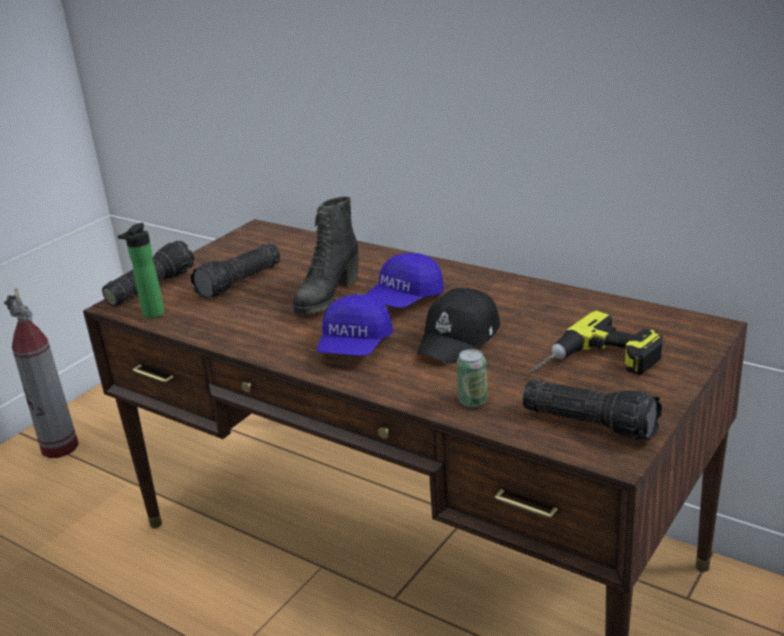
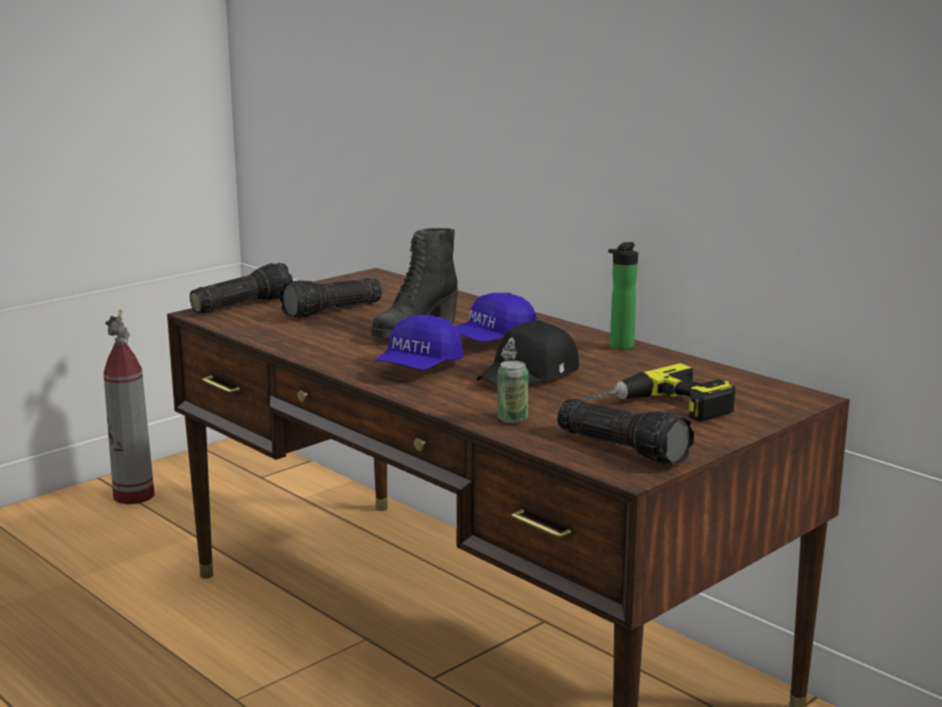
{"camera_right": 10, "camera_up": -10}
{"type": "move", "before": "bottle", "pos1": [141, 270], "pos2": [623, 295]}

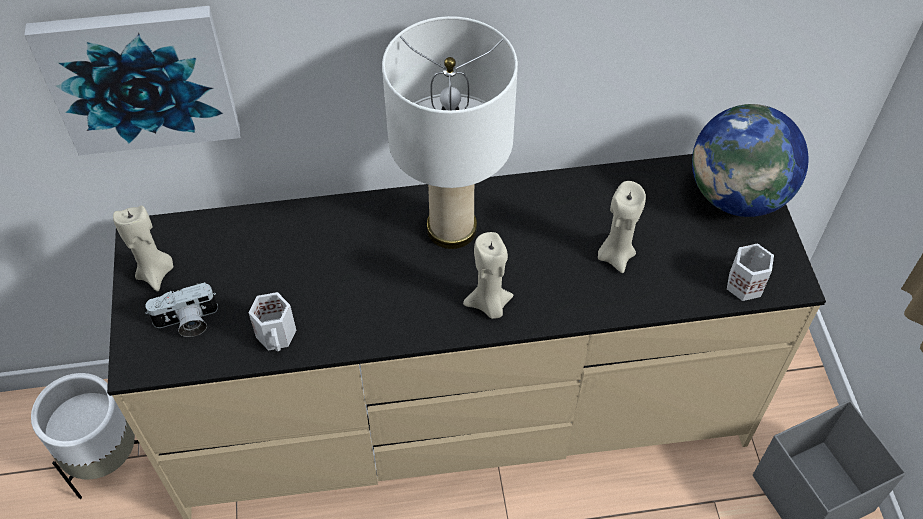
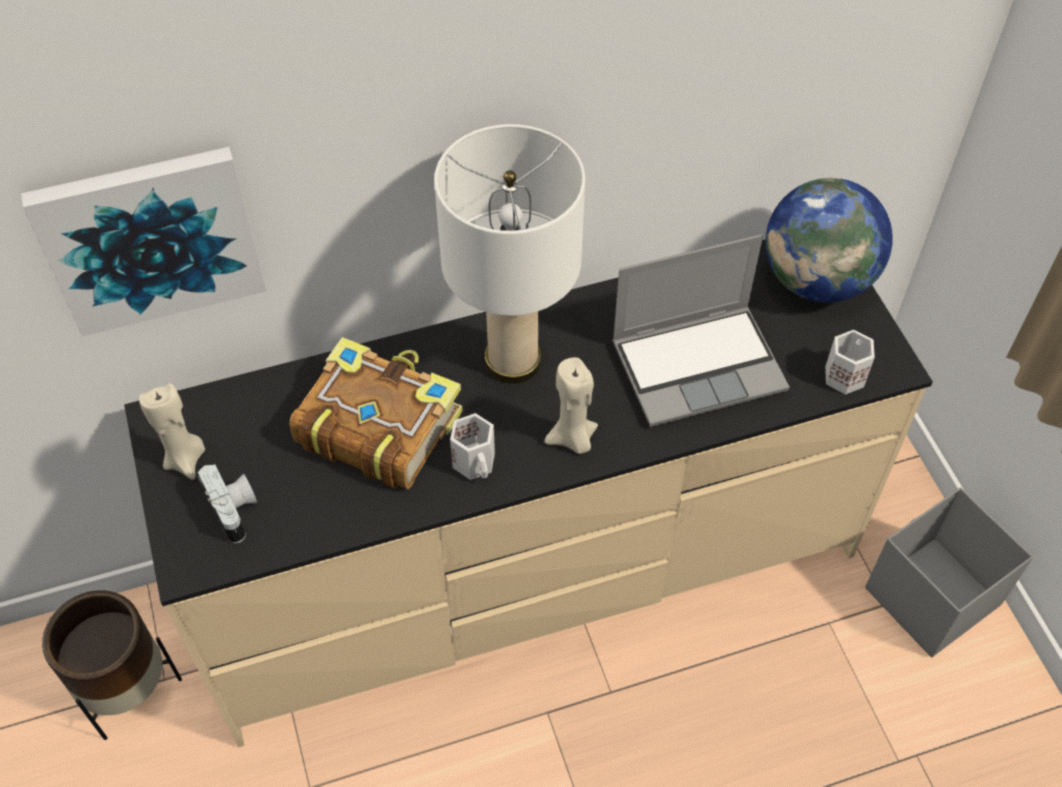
{"camera_right": -10, "camera_up": 0}
{"type": "recolor", "before": "planter in white", "after": "planter in brown", "pos1": [85, 436], "pos2": [112, 665]}
{"type": "rotate", "before": "photo camera", "pos1": [181, 309], "pos2": [227, 503], "turn": -90}
{"type": "move", "before": "mug in white", "pos1": [272, 322], "pos2": [472, 446]}
{"type": "replace", "before": "candle in beige", "after": "laptop", "pos1": [622, 227], "pos2": [701, 330]}
{"type": "insert", "after": "book", "pos2": [376, 413]}

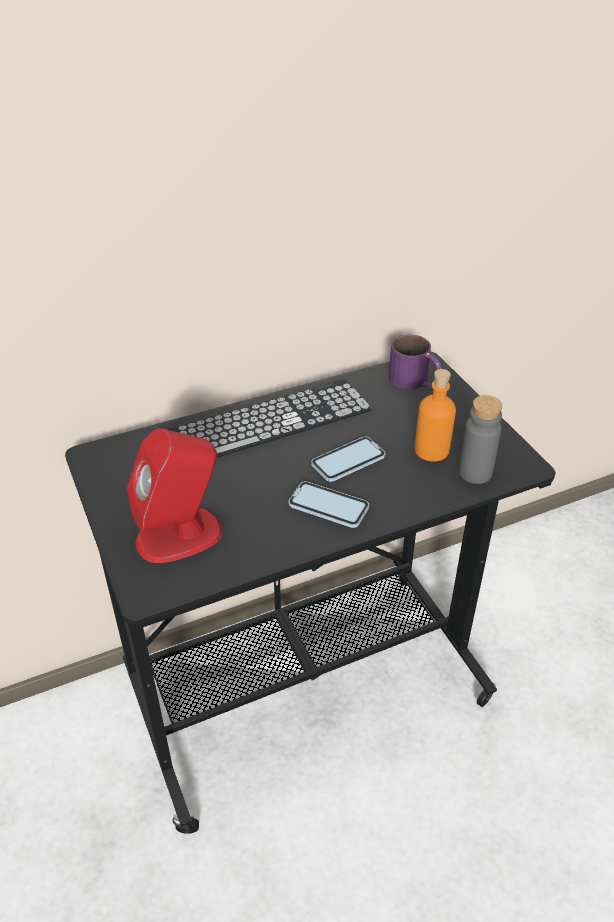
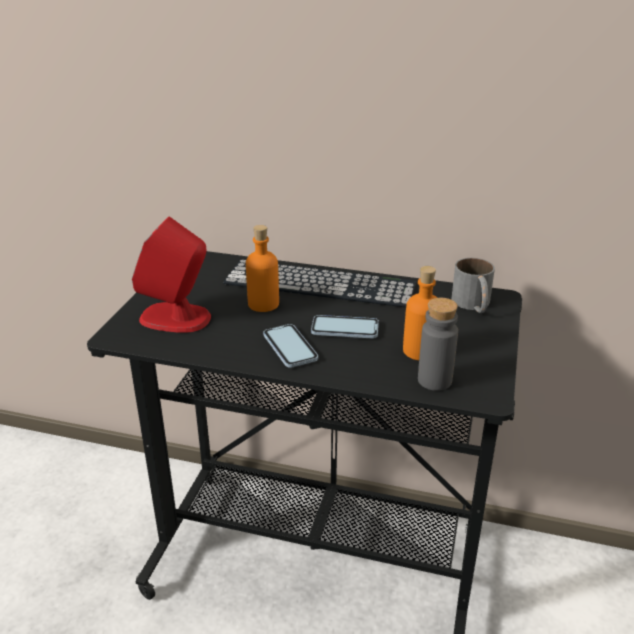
{"camera_right": 40, "camera_up": -10}
{"type": "recolor", "before": "mug in purple", "after": "mug in grey", "pos1": [415, 362], "pos2": [473, 285]}
{"type": "insert", "after": "bottle in orange", "pos2": [262, 268]}

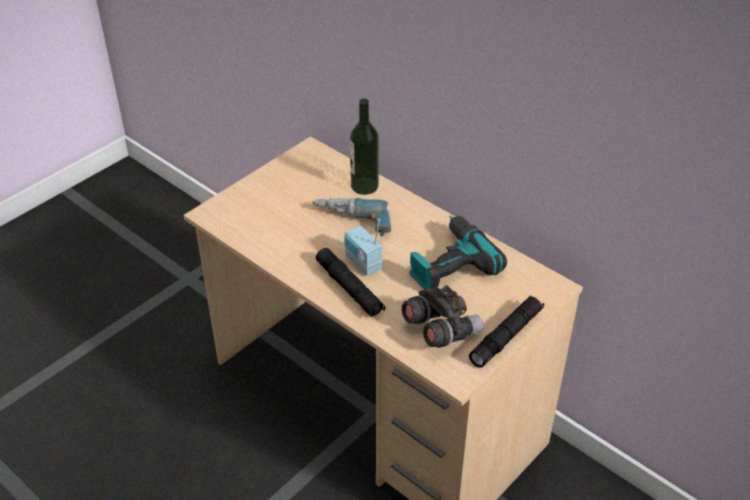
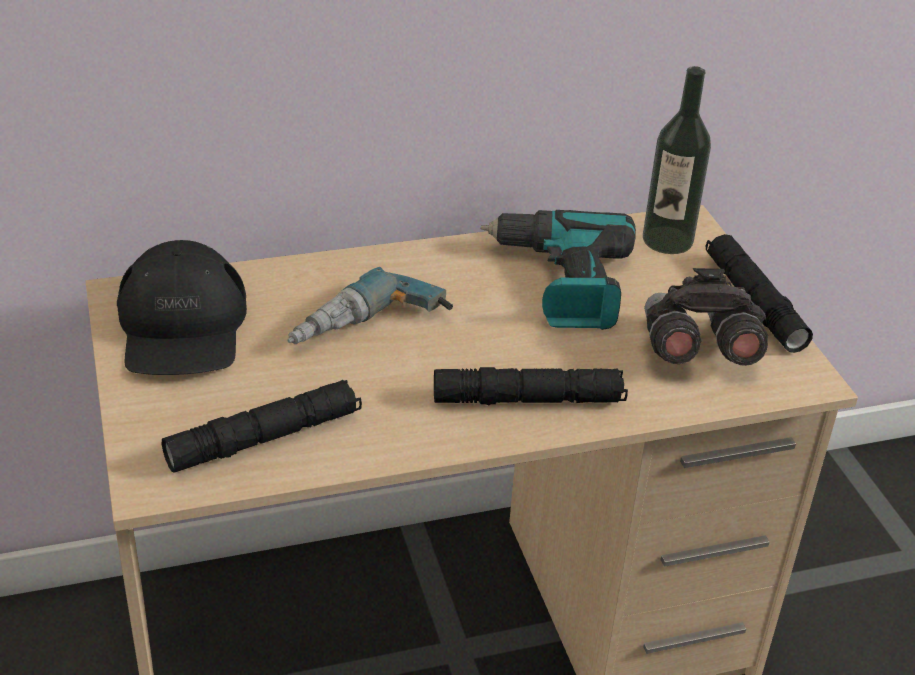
{"camera_right": -60, "camera_up": -5}
{"type": "delete", "before": "radio", "pos1": [363, 247]}
{"type": "move", "before": "bottle", "pos1": [364, 146], "pos2": [677, 160]}
{"type": "insert", "after": "cap in black", "pos2": [182, 307]}
{"type": "insert", "after": "flashlight in black", "pos2": [262, 426]}

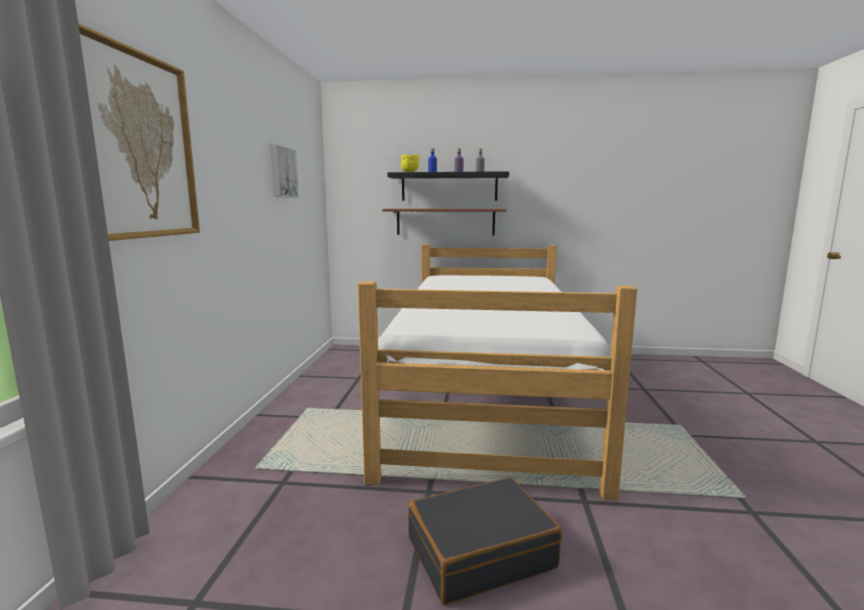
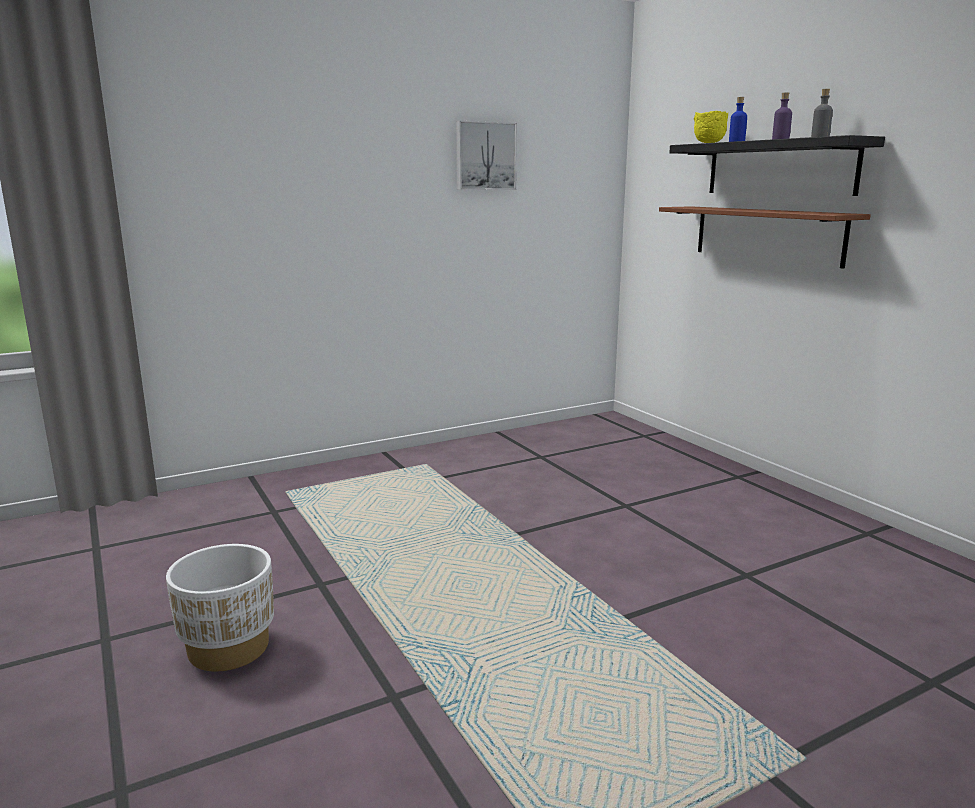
{"camera_right": 55, "camera_up": 5}
{"type": "delete", "before": "picture", "pos1": [139, 132]}
{"type": "delete", "before": "bed", "pos1": [497, 372]}
{"type": "replace", "before": "suitcase in black", "after": "planter in white", "pos1": [485, 541], "pos2": [220, 608]}

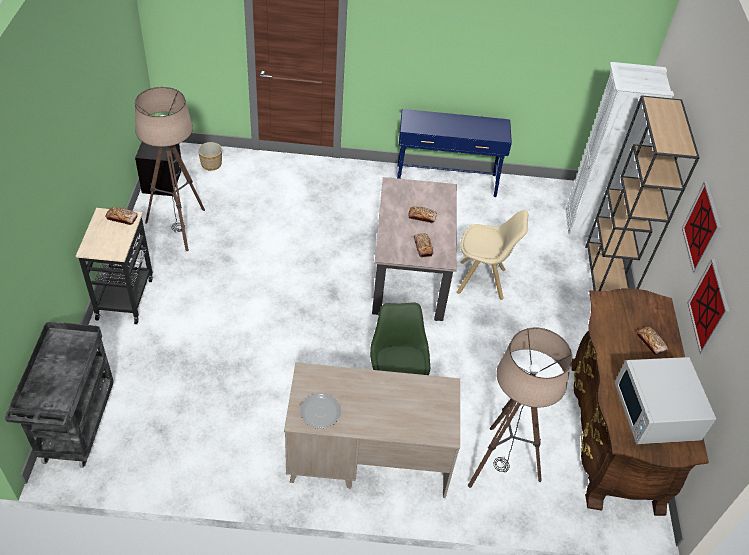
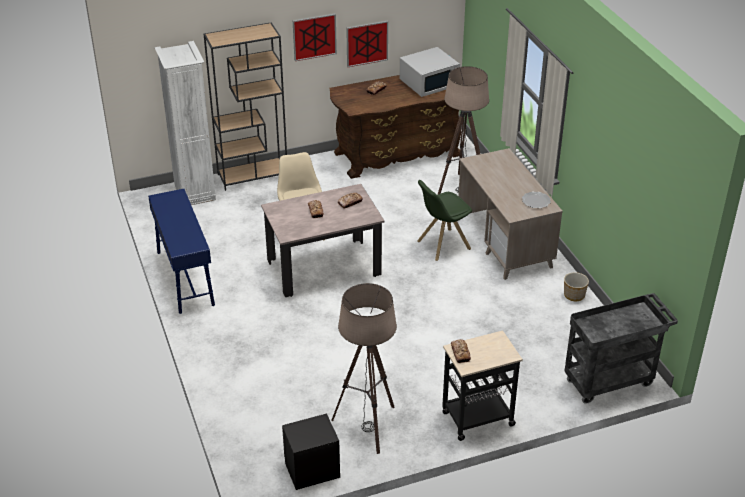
{"camera_right": -110, "camera_up": -10}
{"type": "move", "before": "planter", "pos1": [210, 156], "pos2": [576, 286]}

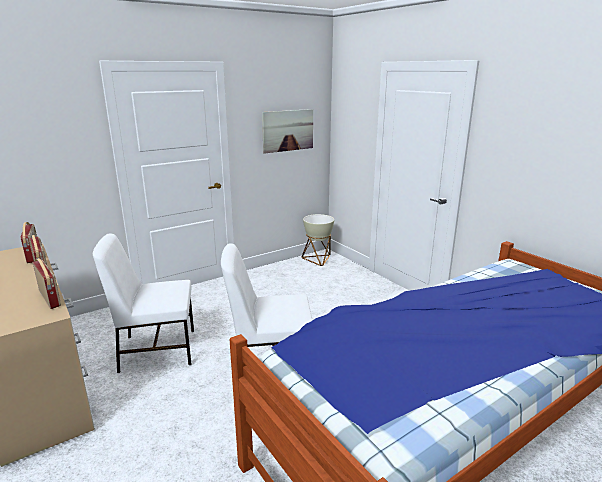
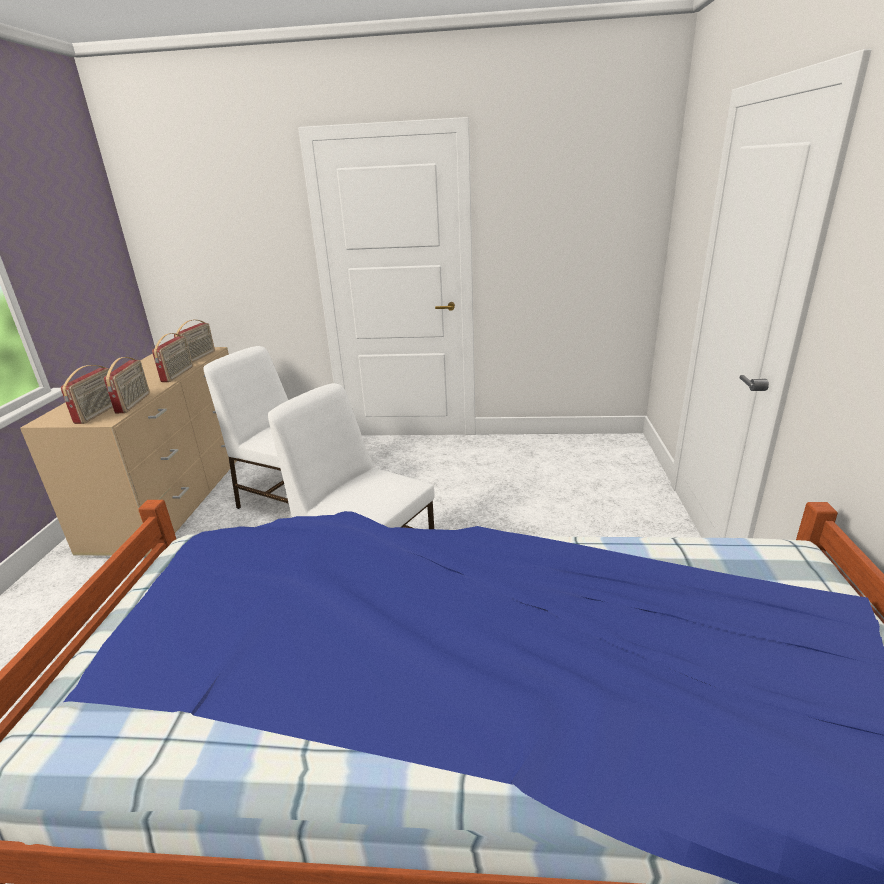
{"camera_right": 40, "camera_up": 5}
{"type": "delete", "before": "picture", "pos1": [287, 131]}
{"type": "delete", "before": "planter", "pos1": [318, 240]}
{"type": "insert", "after": "radio", "pos2": [87, 394]}

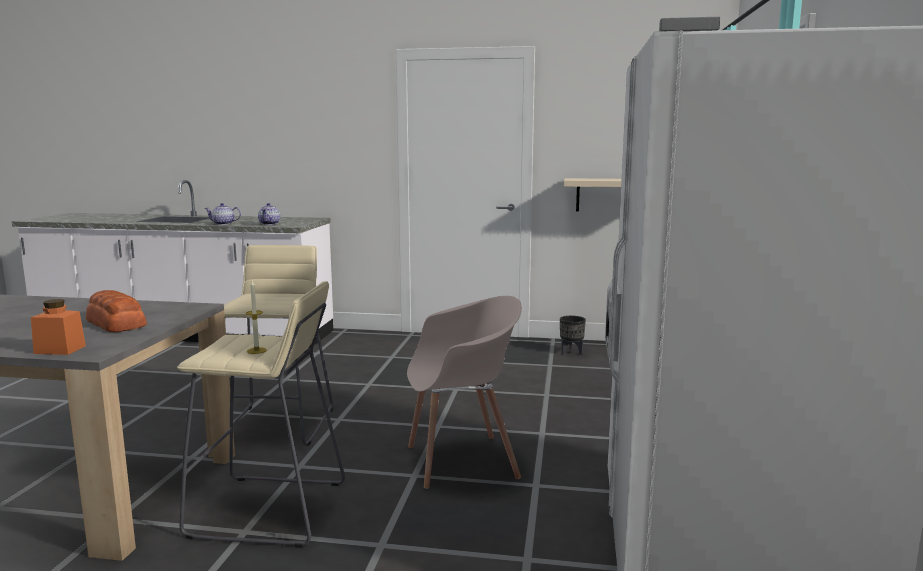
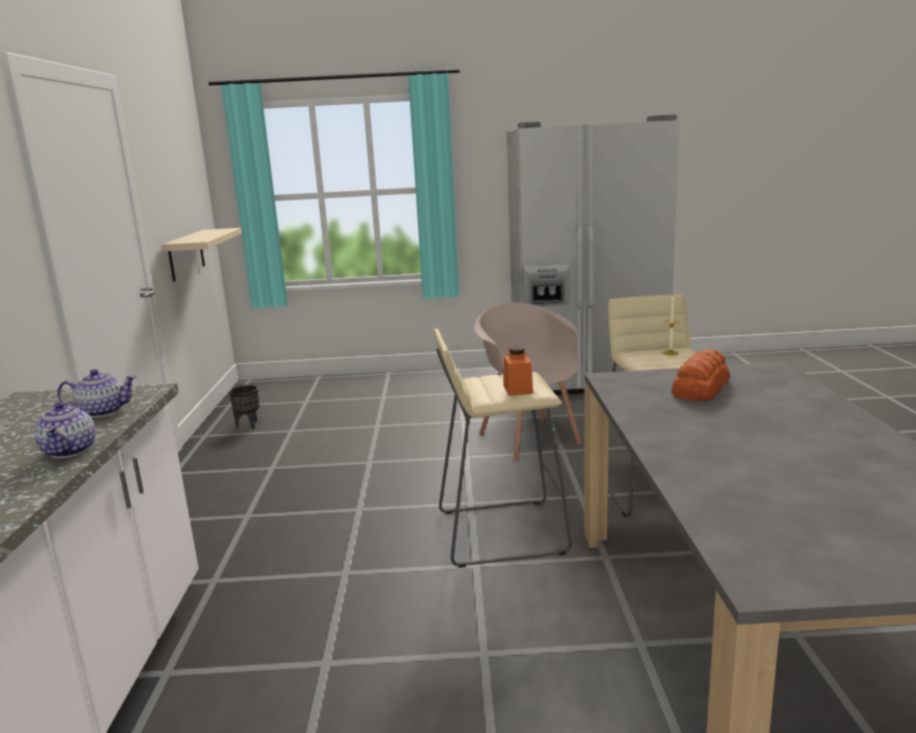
{"camera_right": -100, "camera_up": 5}
{"type": "move", "before": "jar in orange", "pos1": [58, 327], "pos2": [518, 371]}

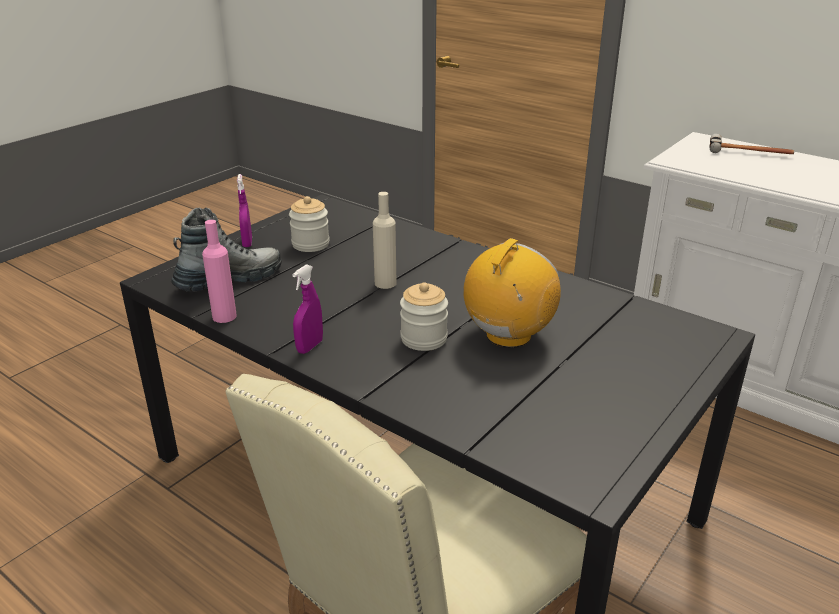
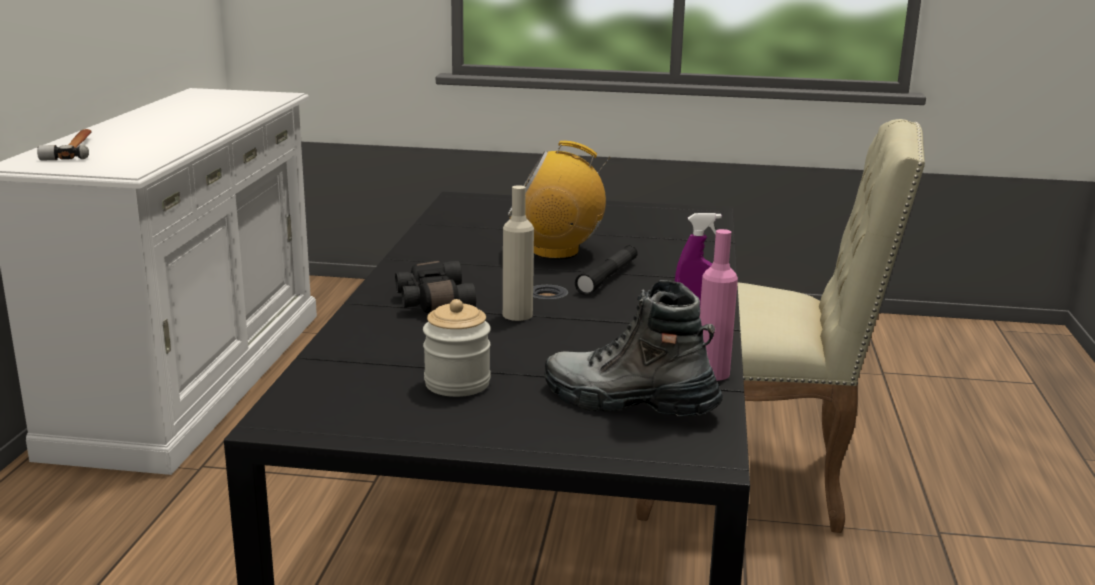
{"camera_right": -120, "camera_up": -10}
{"type": "delete", "before": "spray bottle in purple", "pos1": [244, 210]}
{"type": "replace", "before": "jar", "after": "flashlight in black", "pos1": [424, 316], "pos2": [606, 270]}
{"type": "insert", "after": "binoculars in black", "pos2": [435, 286]}

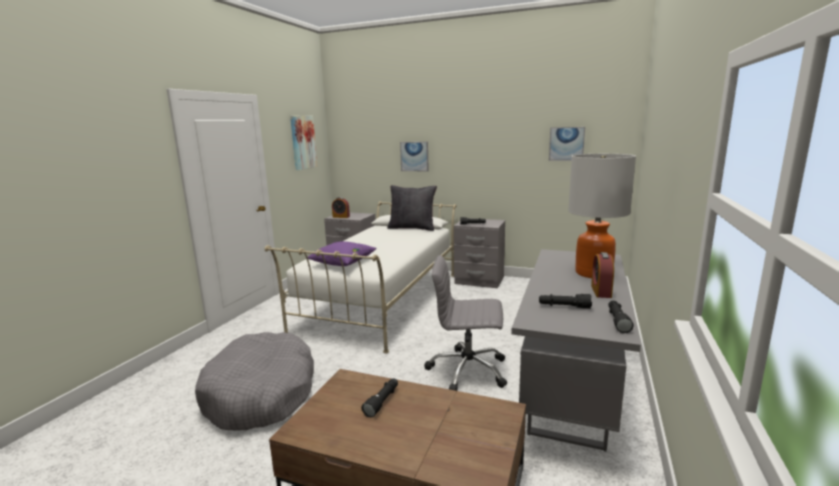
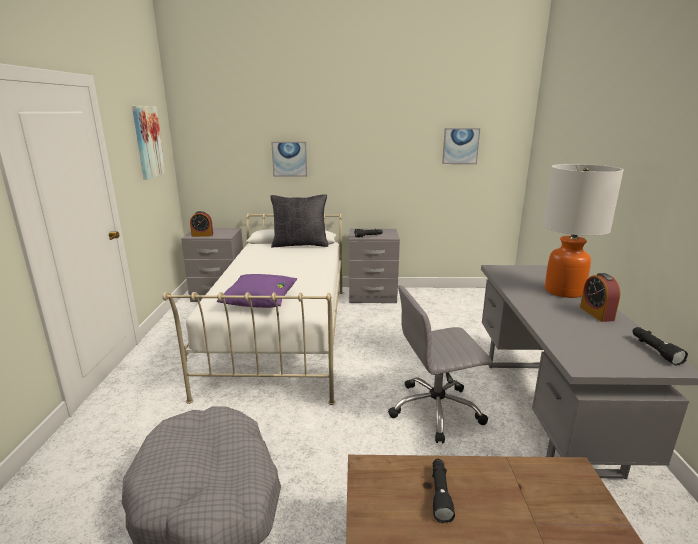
{"camera_right": -20, "camera_up": 5}
{"type": "delete", "before": "flashlight in black", "pos1": [565, 301]}

